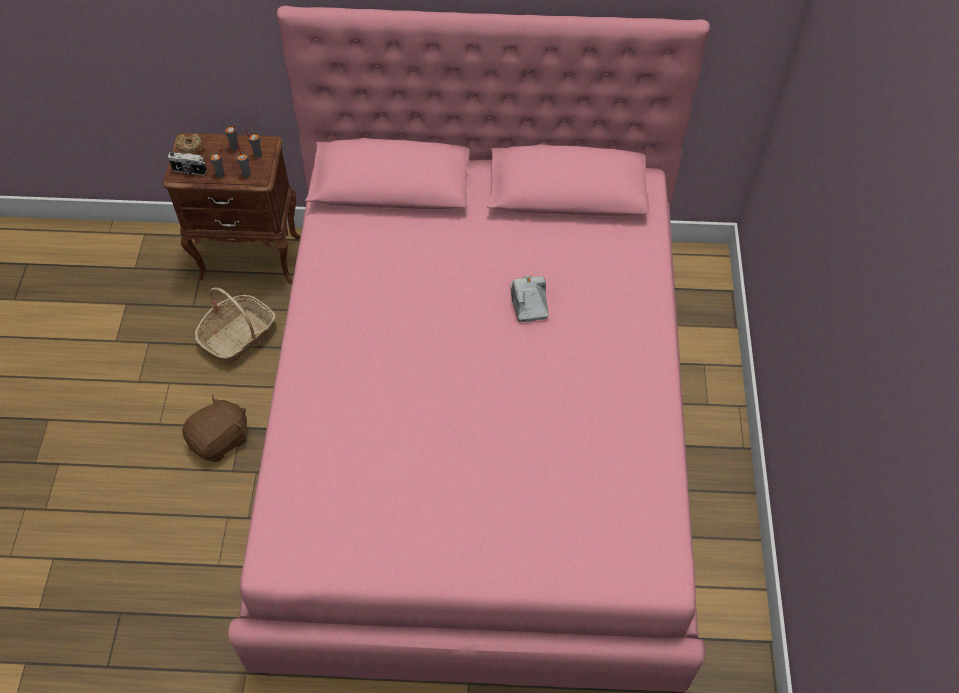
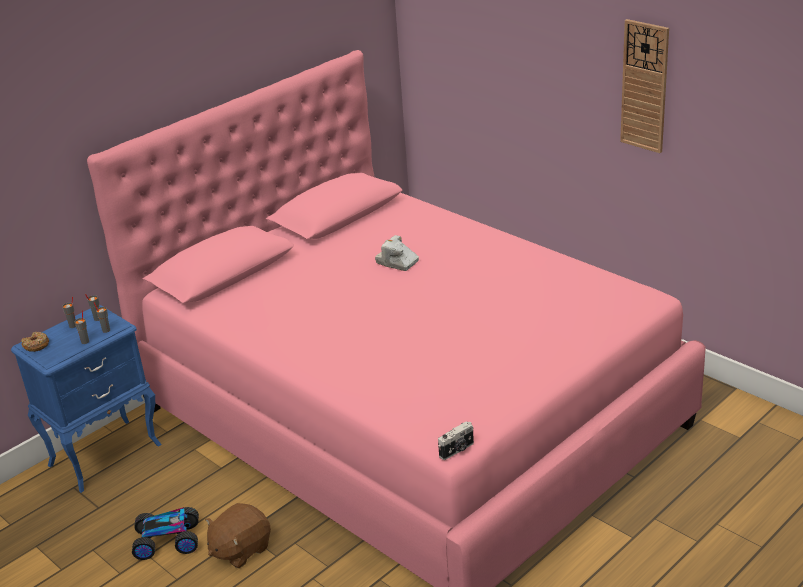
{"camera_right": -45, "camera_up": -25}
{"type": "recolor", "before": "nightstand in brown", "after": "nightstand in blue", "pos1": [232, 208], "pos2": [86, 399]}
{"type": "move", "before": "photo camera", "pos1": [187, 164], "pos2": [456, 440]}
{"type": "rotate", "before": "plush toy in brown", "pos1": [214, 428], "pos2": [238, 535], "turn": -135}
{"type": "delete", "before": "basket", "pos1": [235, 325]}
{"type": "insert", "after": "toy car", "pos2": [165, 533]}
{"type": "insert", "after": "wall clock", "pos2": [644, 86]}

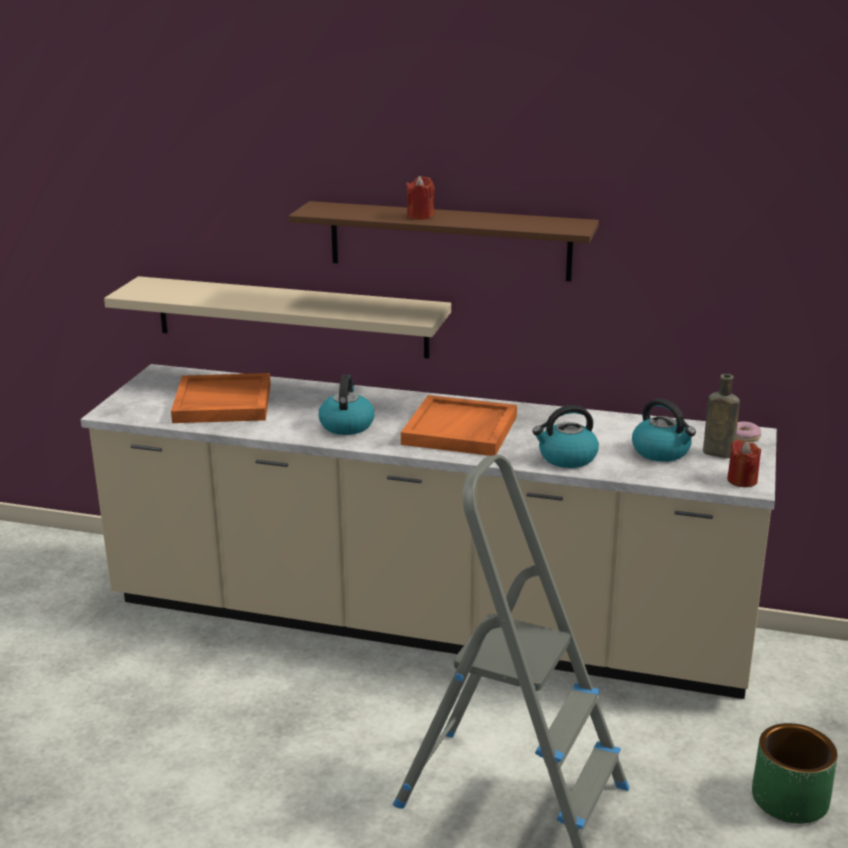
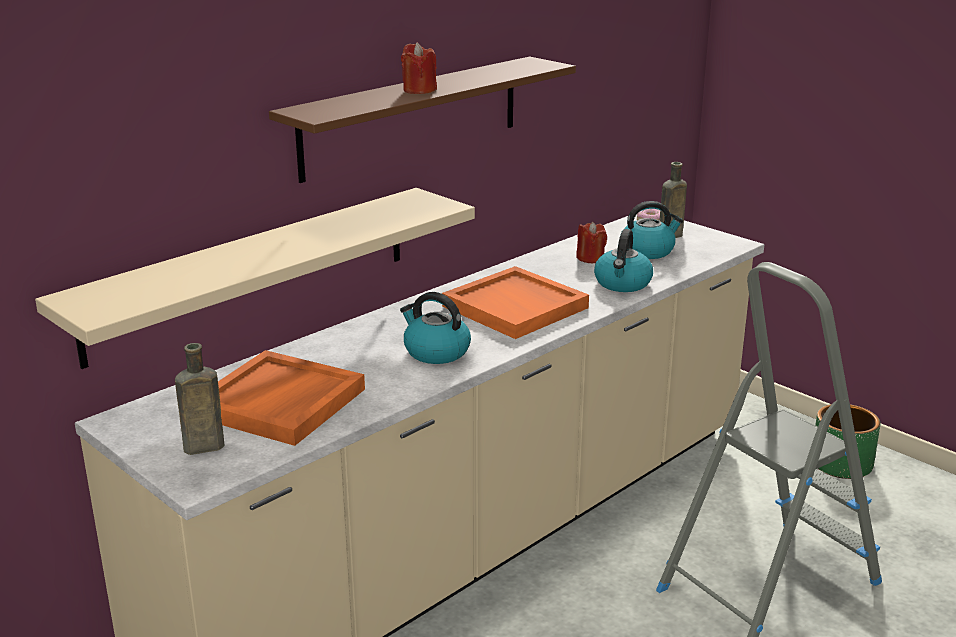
{"camera_right": -60, "camera_up": 0}
{"type": "move", "before": "candle in red", "pos1": [744, 463], "pos2": [591, 242]}
{"type": "insert", "after": "bottle in brown", "pos2": [199, 399]}

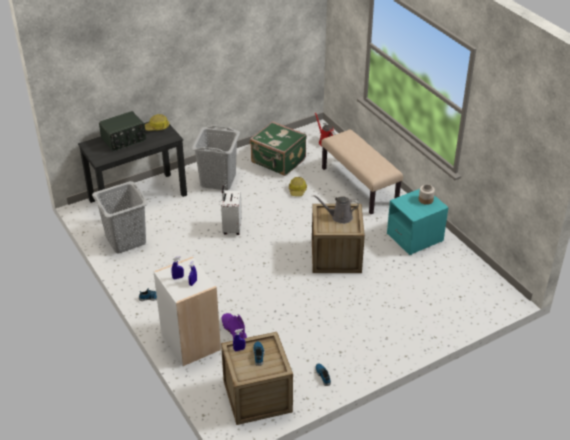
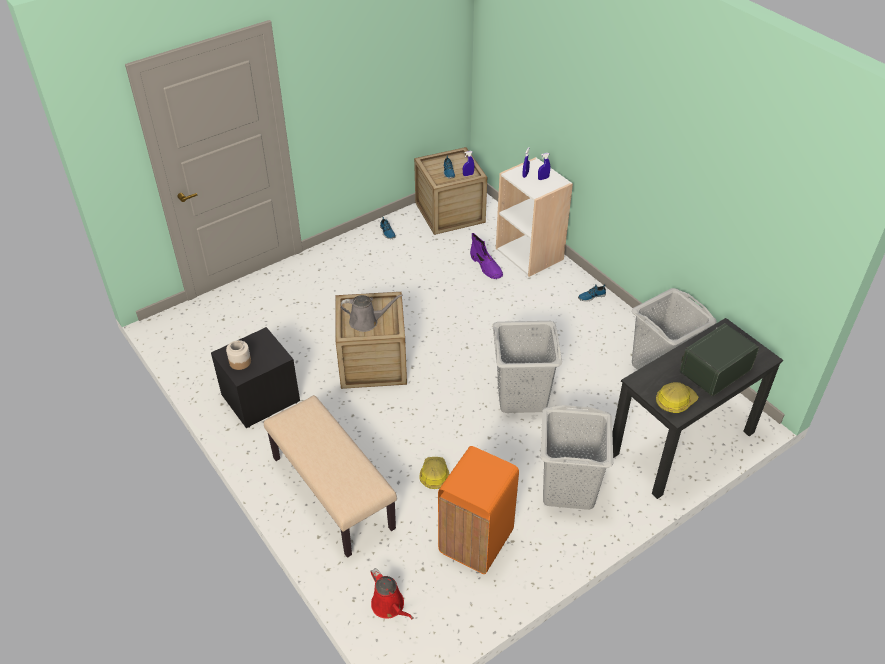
{"camera_right": 175, "camera_up": 5}
{"type": "replace", "before": "suitcase in white", "after": "laundry basket in grey", "pos1": [231, 210], "pos2": [527, 367]}
{"type": "replace", "before": "suitcase in green", "after": "trash can in orange", "pos1": [278, 148], "pos2": [478, 510]}
{"type": "recolor", "before": "nightstand in turquoise", "after": "nightstand in black", "pos1": [418, 222], "pos2": [255, 377]}

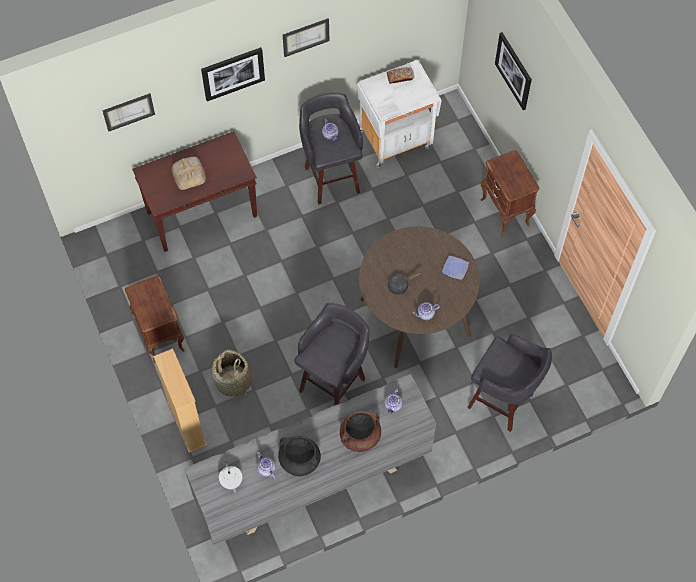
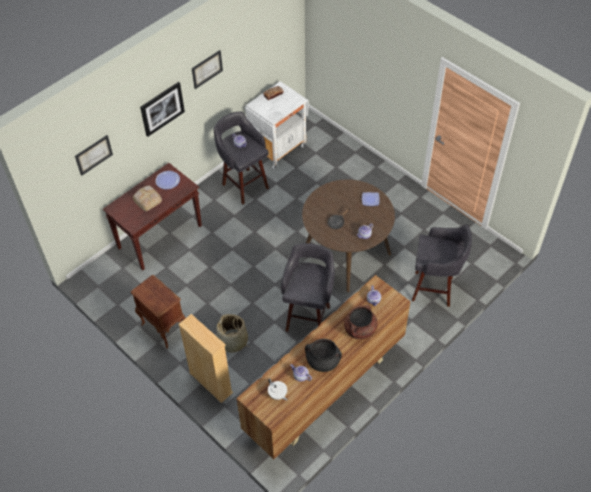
{"camera_right": -20, "camera_up": -10}
{"type": "recolor", "before": "cabinet in grey", "after": "cabinet in brown", "pos1": [310, 459], "pos2": [323, 367]}
{"type": "delete", "before": "nightstand in brown", "pos1": [510, 193]}
{"type": "delete", "before": "picture", "pos1": [513, 71]}
{"type": "insert", "after": "plate", "pos2": [167, 180]}

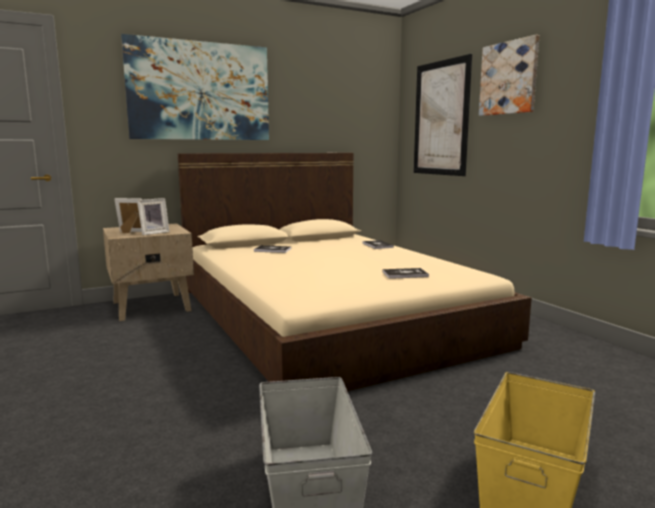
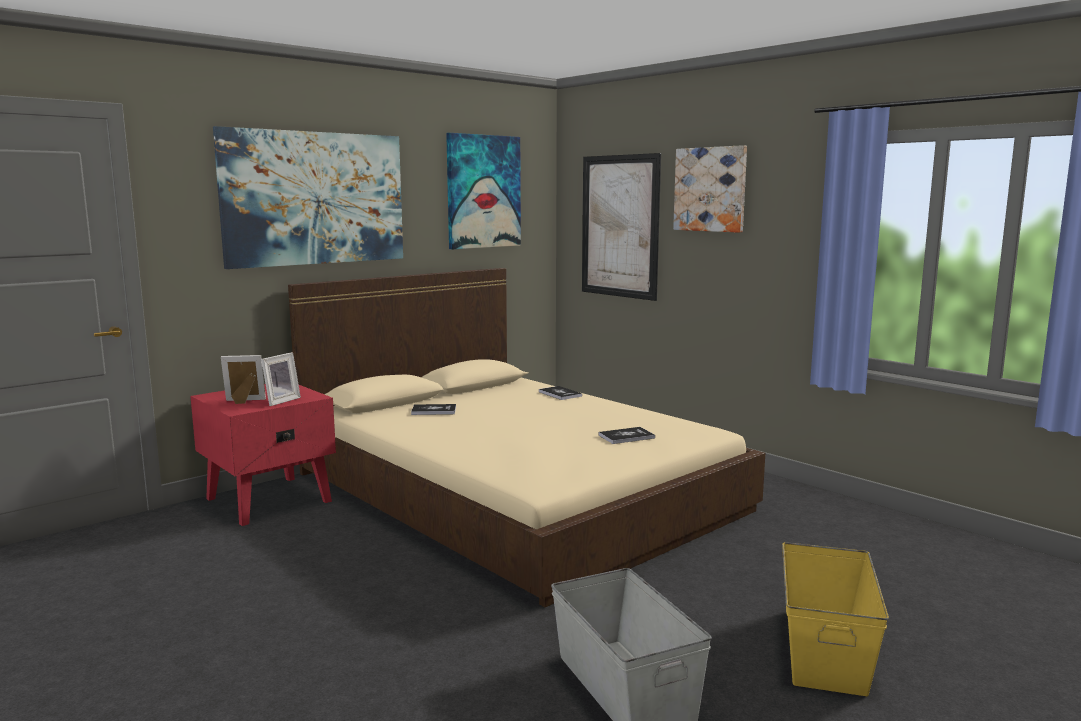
{"camera_right": -15, "camera_up": 0}
{"type": "recolor", "before": "nightstand in beige", "after": "nightstand in red", "pos1": [148, 272], "pos2": [263, 455]}
{"type": "insert", "after": "picture", "pos2": [483, 191]}

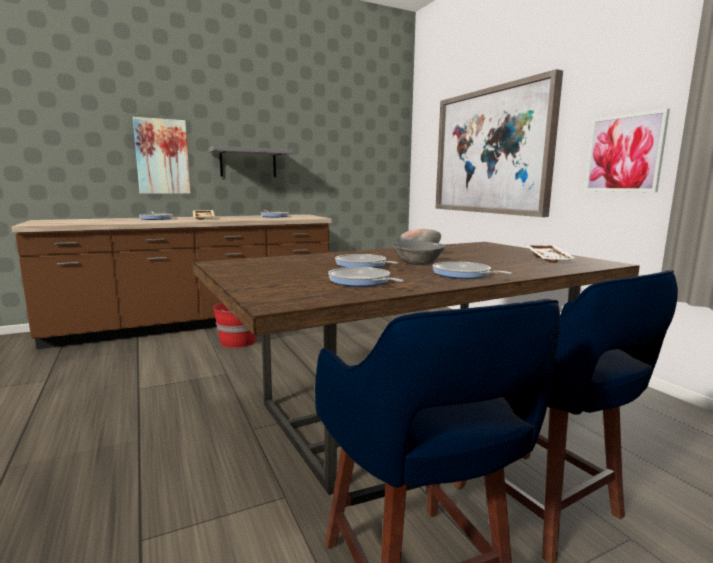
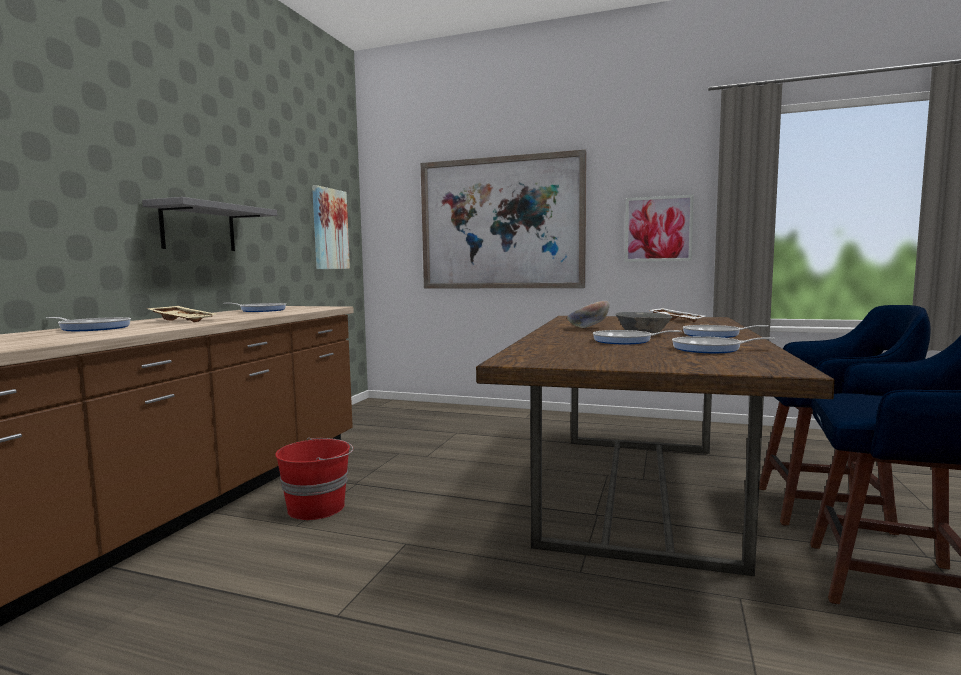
{"camera_right": -45, "camera_up": -5}
{"type": "move", "before": "picture", "pos1": [162, 155], "pos2": [331, 227]}

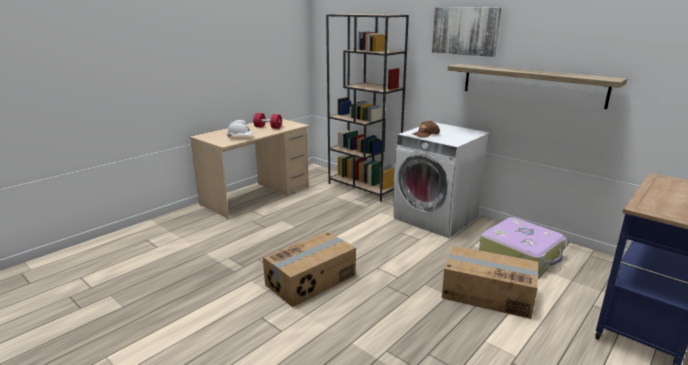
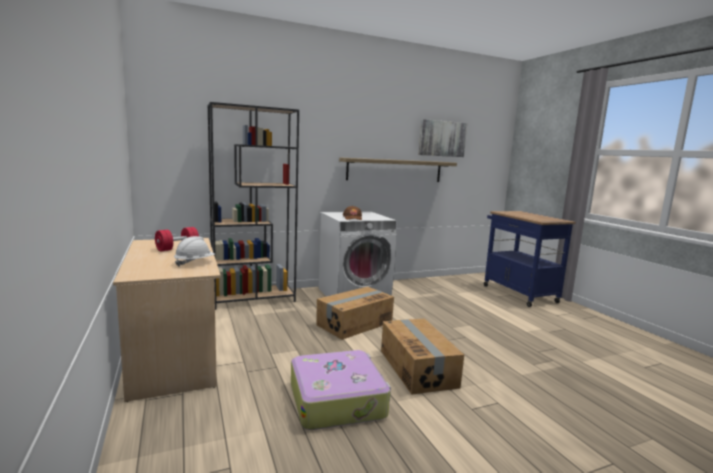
{"camera_right": -65, "camera_up": -10}
{"type": "move", "before": "picture", "pos1": [466, 32], "pos2": [443, 138]}
{"type": "move", "before": "cardboard box", "pos1": [490, 282], "pos2": [355, 313]}
{"type": "move", "before": "suitcase", "pos1": [522, 245], "pos2": [341, 390]}

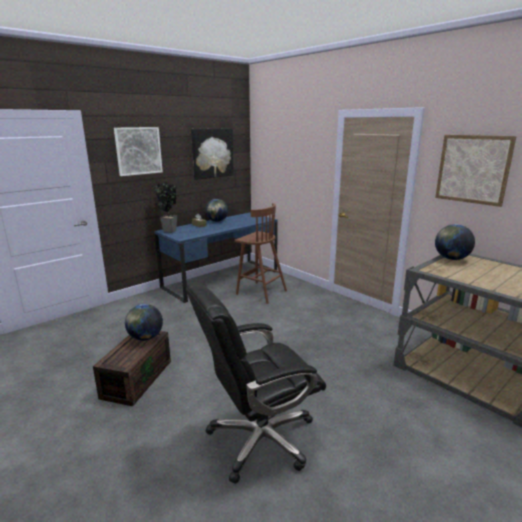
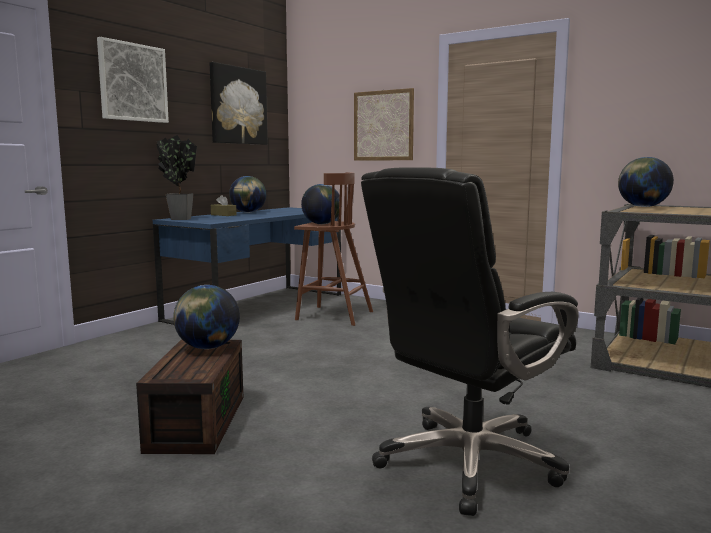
{"camera_right": -15, "camera_up": -10}
{"type": "move", "before": "picture", "pos1": [476, 171], "pos2": [384, 124]}
{"type": "insert", "after": "globe", "pos2": [320, 204]}

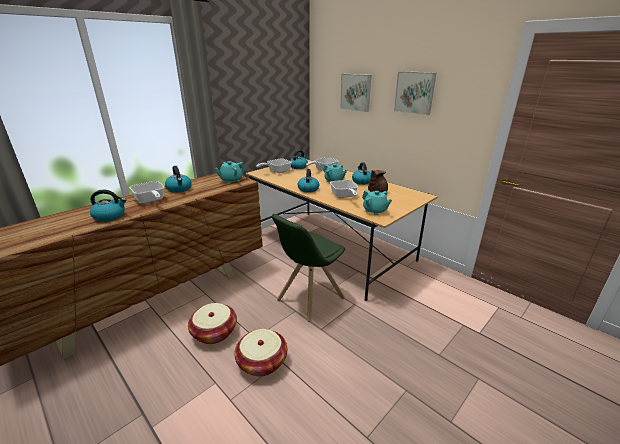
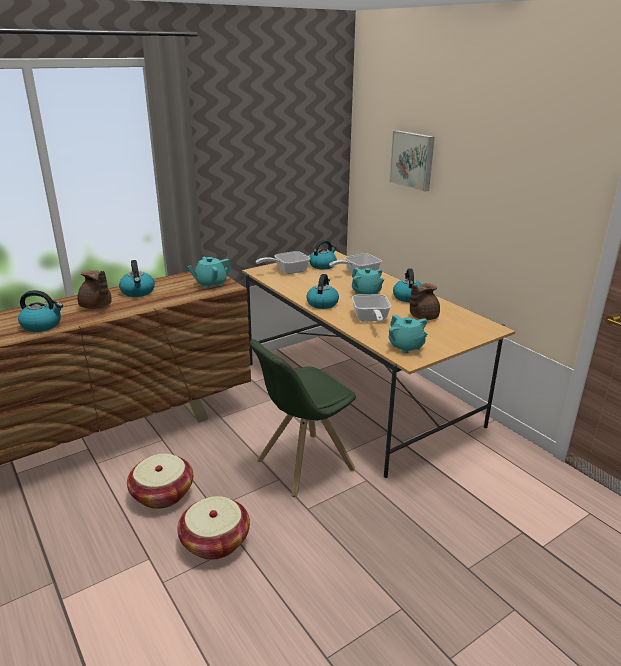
{"camera_right": 10, "camera_up": 0}
{"type": "replace", "before": "frying pan", "after": "teapot in brown", "pos1": [146, 192], "pos2": [94, 289]}
{"type": "delete", "before": "picture", "pos1": [415, 93]}

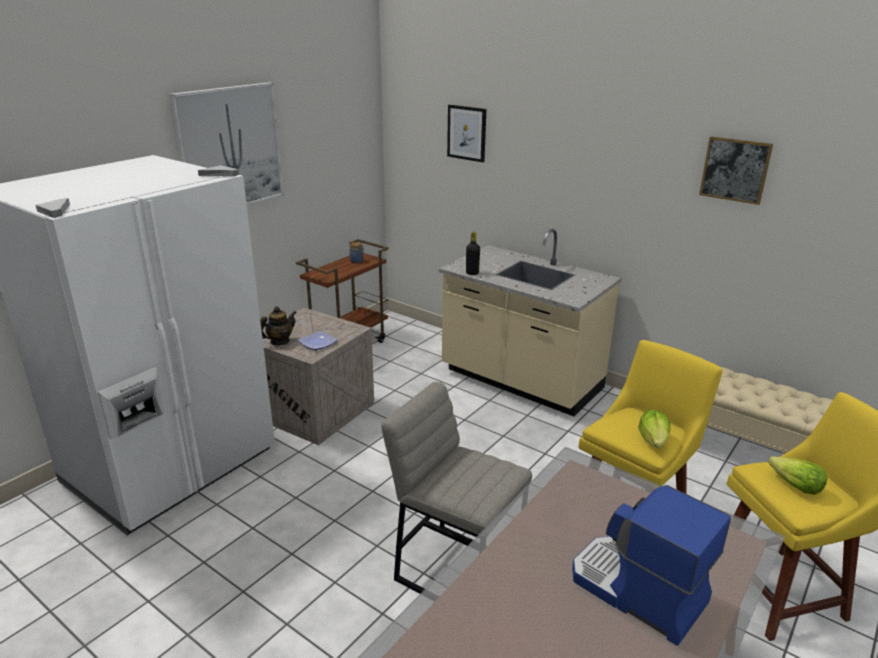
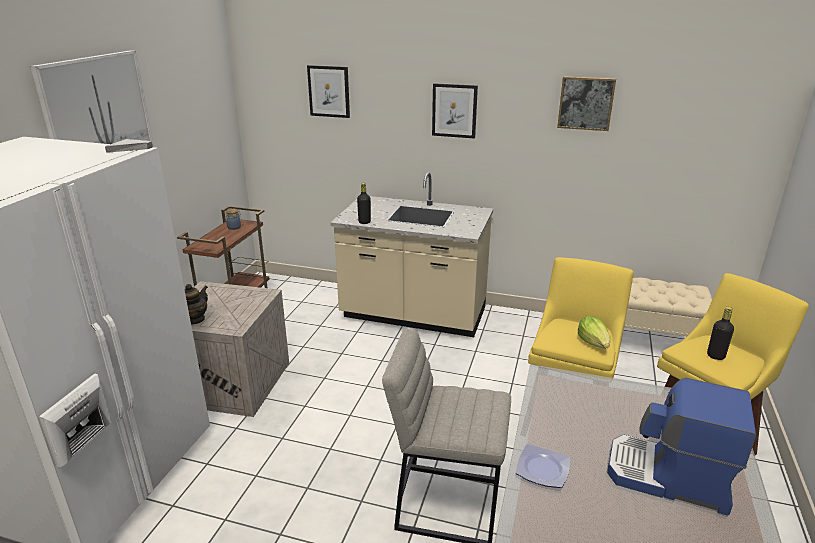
{"camera_right": -20, "camera_up": 0}
{"type": "move", "before": "plate", "pos1": [318, 340], "pos2": [543, 466]}
{"type": "replace", "before": "lettuce", "after": "bottle in black", "pos1": [797, 475], "pos2": [720, 333]}
{"type": "insert", "after": "picture", "pos2": [455, 111]}

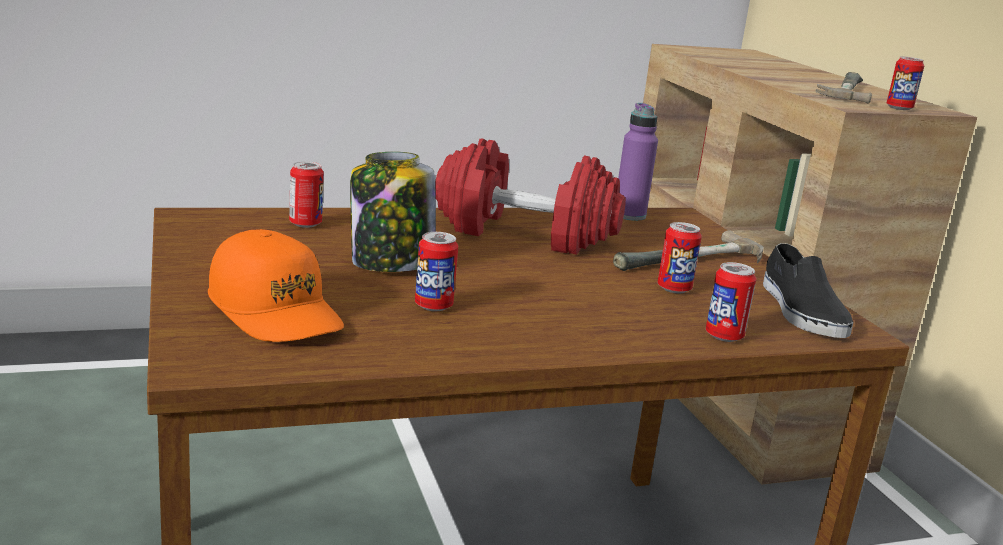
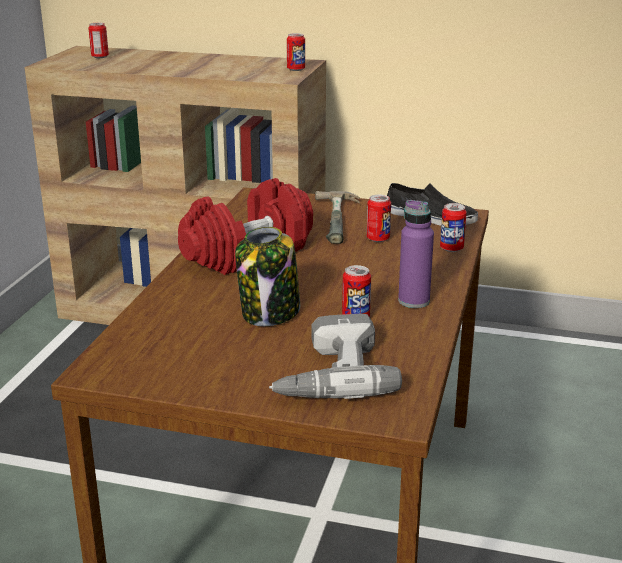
{"camera_right": -55, "camera_up": 5}
{"type": "replace", "before": "cap in orange", "after": "power drill", "pos1": [276, 285], "pos2": [335, 356]}
{"type": "move", "before": "can", "pos1": [306, 194], "pos2": [98, 40]}
{"type": "move", "before": "bottle in purple", "pos1": [638, 162], "pos2": [416, 254]}
{"type": "delete", "before": "hammer", "pos1": [844, 87]}

